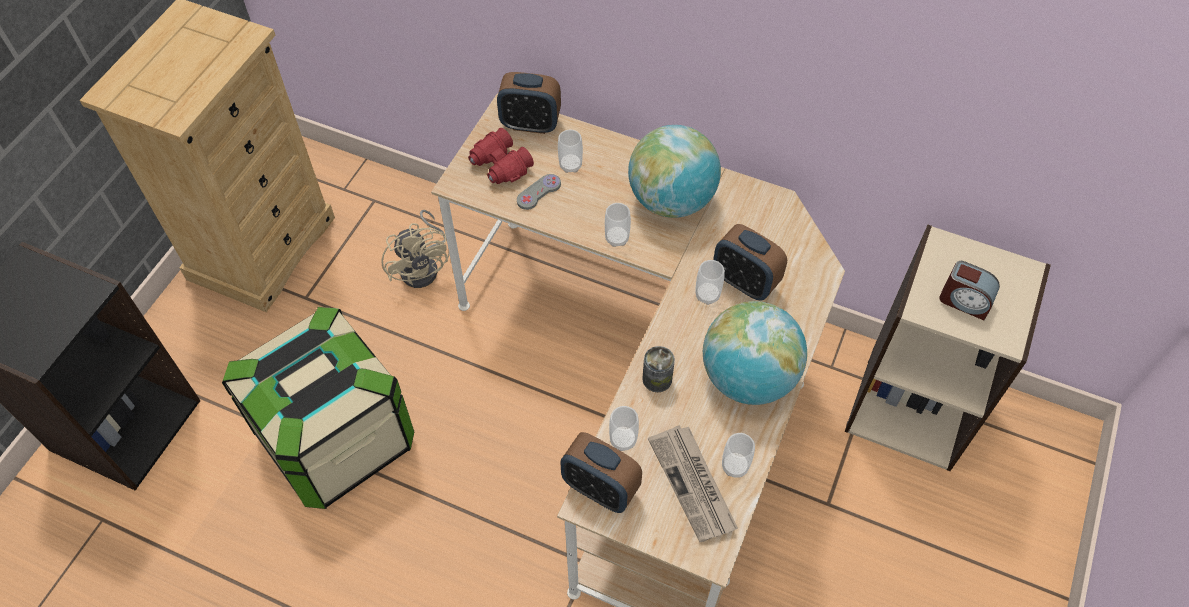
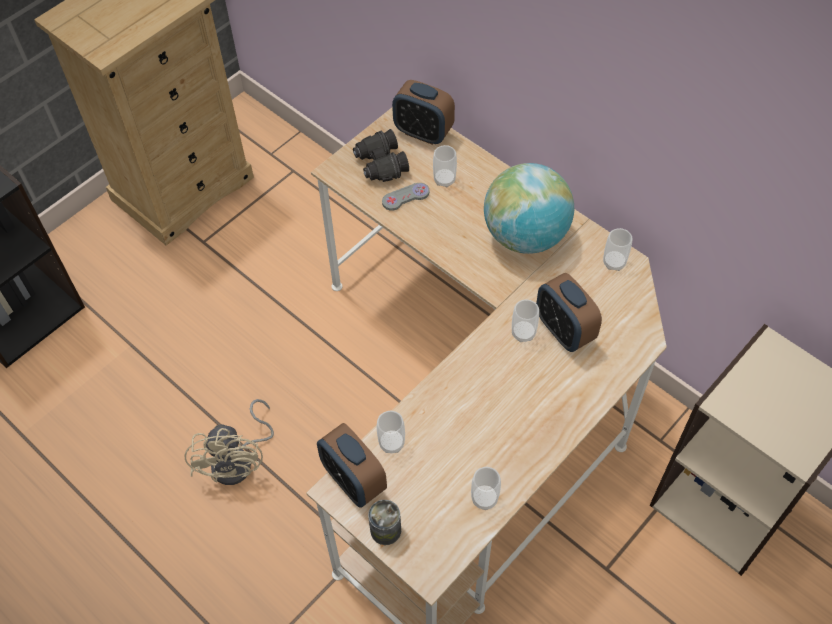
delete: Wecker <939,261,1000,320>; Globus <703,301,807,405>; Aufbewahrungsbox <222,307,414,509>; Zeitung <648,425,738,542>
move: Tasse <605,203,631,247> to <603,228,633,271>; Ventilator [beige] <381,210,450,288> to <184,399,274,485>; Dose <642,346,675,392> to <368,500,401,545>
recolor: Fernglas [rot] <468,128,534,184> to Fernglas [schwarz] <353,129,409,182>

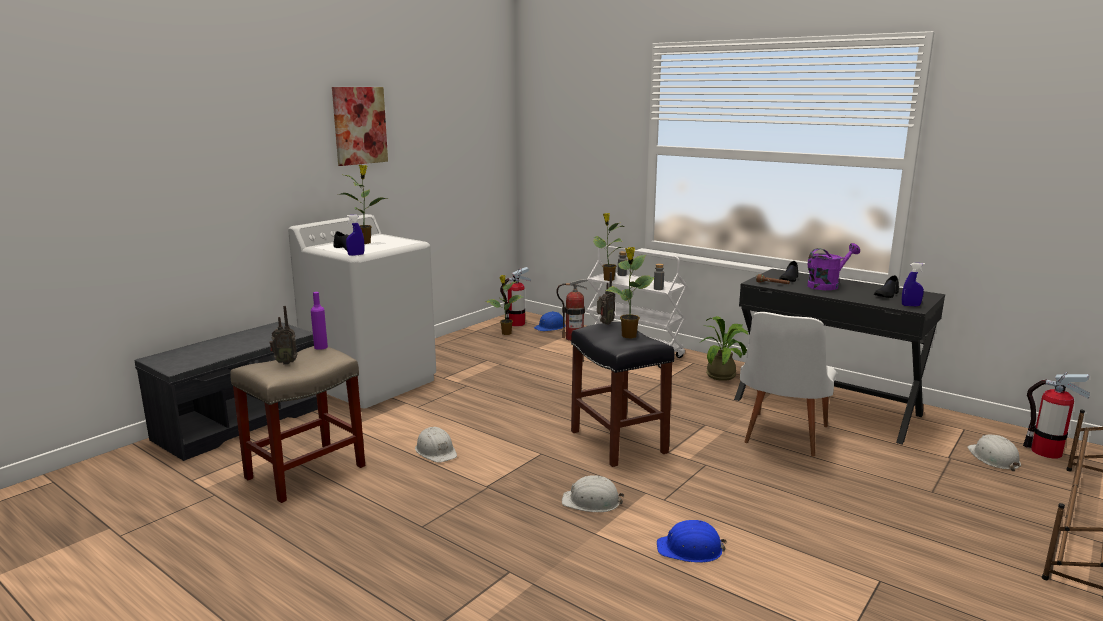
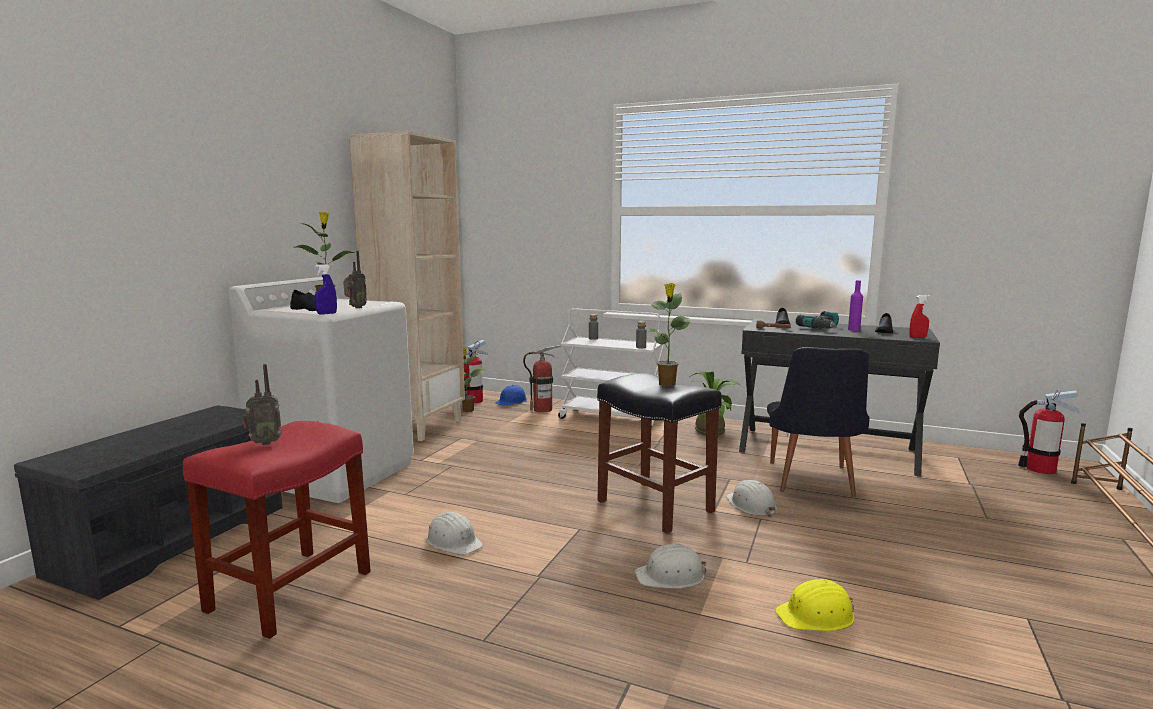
delete: Bild <332,87,388,166>; Topfpflanze <593,213,624,281>
insert: Bücherregal [beige] <349,131,465,441>
move: Radio <597,272,615,325> to <343,251,367,309>; Flasche [lila] <311,292,328,350> to <848,280,863,331>; Schutzhelm [weiß] <967,435,1021,471> to <726,480,777,517>
replace: Gießkanne [lila] <807,243,860,290> to Bohrmaschine <796,311,839,329>
recolor: Sprühflasche [blau] <902,263,925,306> to Sprühflasche [rot] <909,295,930,338>; Stuhl [weiß] <740,312,837,457> to Stuhl [schwarz] <767,347,869,498>; Hocker [beige] <230,346,365,503> to Hocker [rot] <183,421,371,639>; Schutzhelm [blau] <657,520,726,563> to Schutzhelm [gelb] <775,579,854,631>

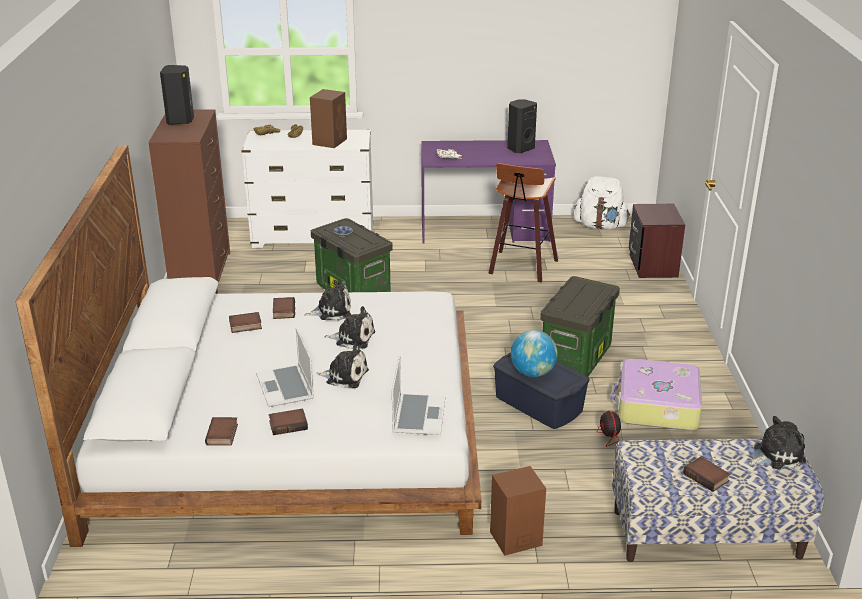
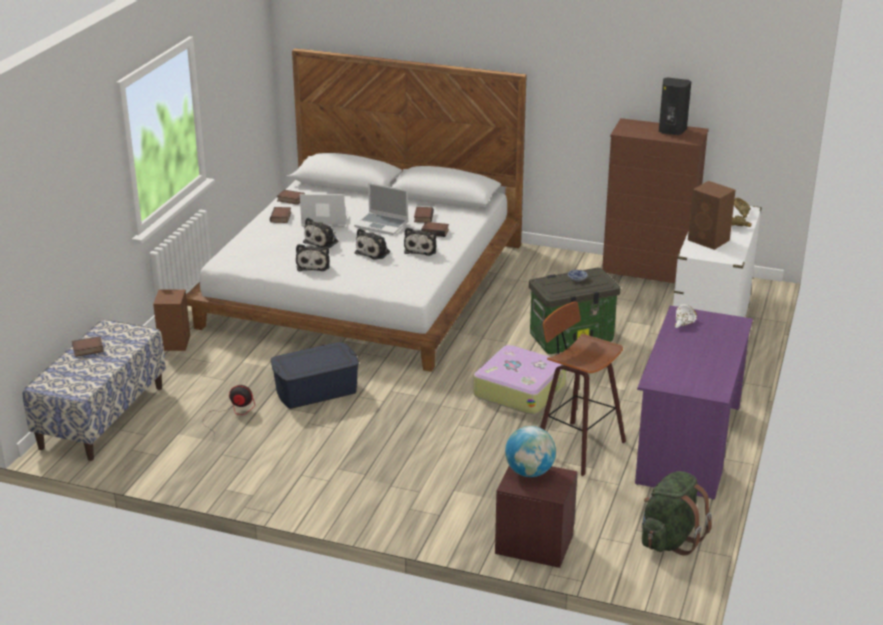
delete: Lautsprecher [schwarz] <507,99,537,153>; Aufbewahrungsbox <540,276,620,377>
move: Globus <511,330,558,377> to <505,426,556,477>; Laptop <392,355,445,435> to <354,183,408,235>; Koffer <610,359,702,431> to <474,345,566,415>; Plüschtier <749,416,806,469> to <296,244,330,271>
recolor: Rucksack [weiß] <574,176,630,229> to Rucksack [grün] <642,471,712,556>

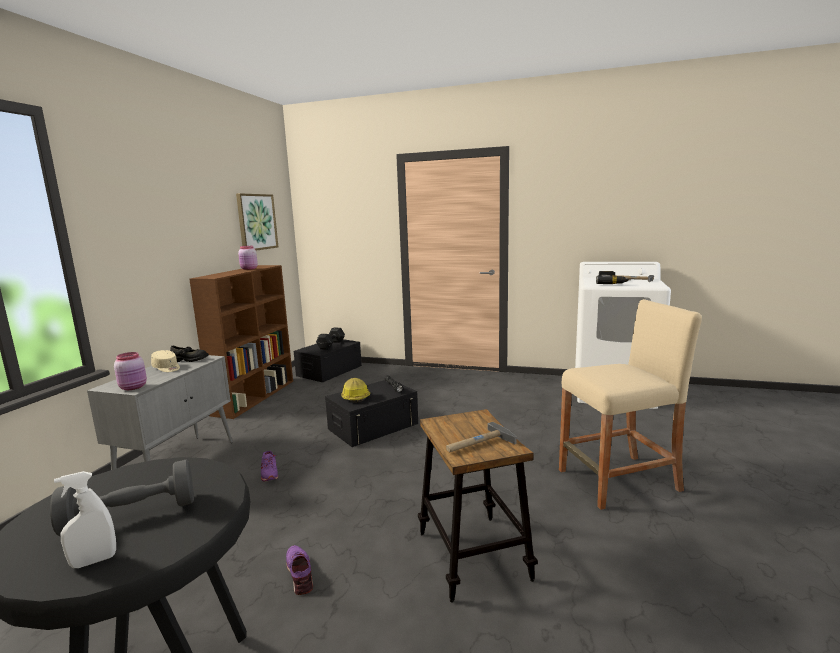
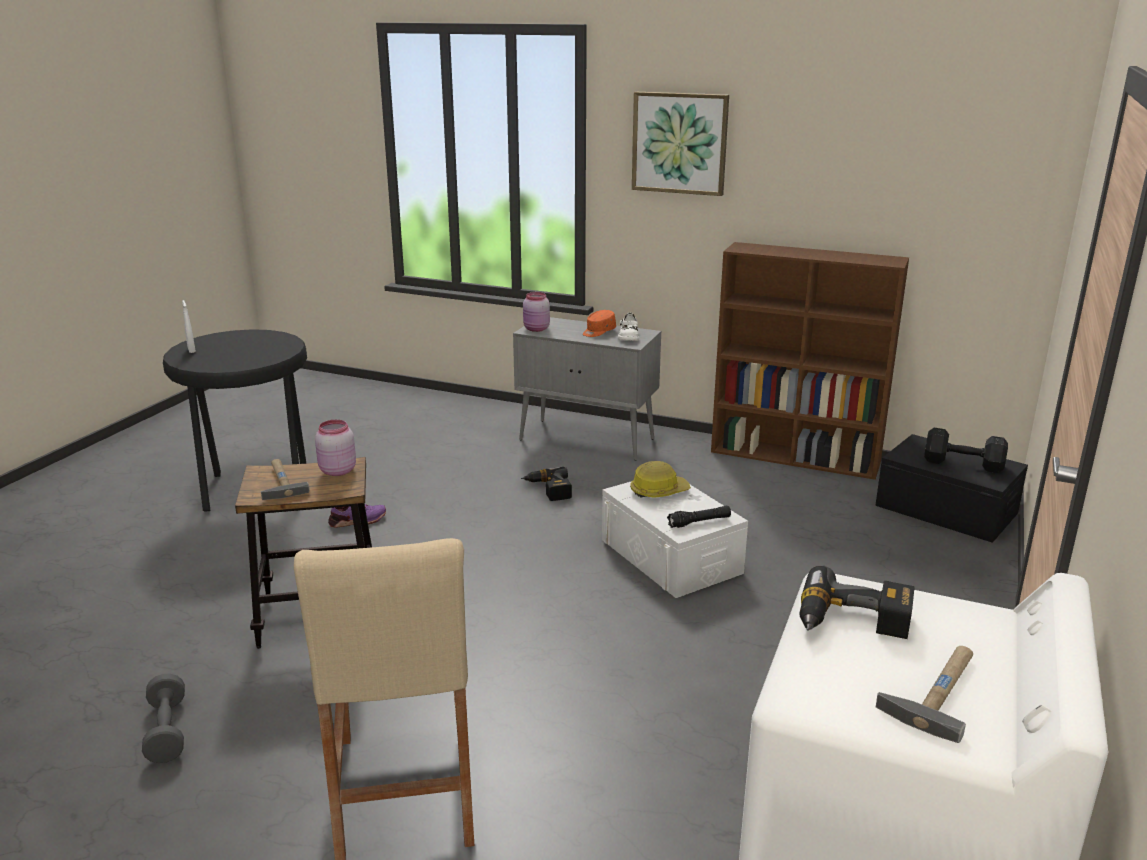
move: Bild <236,193,278,251> to <632,92,729,196>; Vorratsglas [rosa] <238,246,258,270> to <315,420,356,476>; Hantel [grau] <50,460,194,536> to <142,674,185,763>
replace: Schuh [lila] <261,451,278,482> to Bohrmaschine <521,467,572,501>
recolor: Schuh [schwarz] <170,346,209,362> to Schuh [weiß] <618,312,639,341>; Kappe [beige] <151,350,180,372> to Kappe [orange] <583,310,616,337>; Aufbewahrungsbox [schwarz] <325,380,418,447> to Aufbewahrungsbox [weiß] <602,481,748,598>

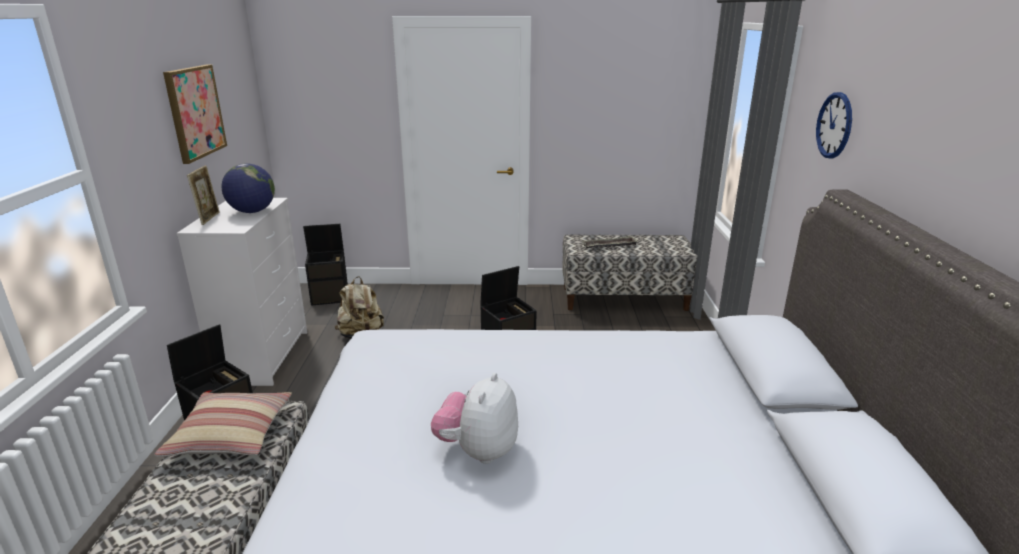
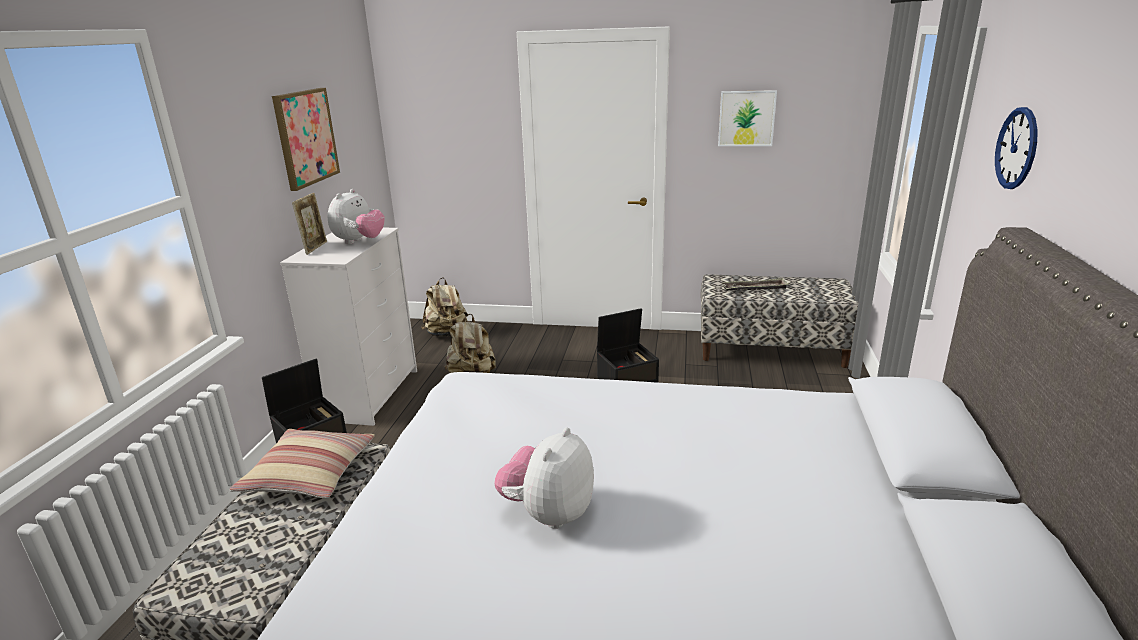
insert: Bild <718,90,777,146>
replace: Globus <222,163,275,213> to Plüschtier <327,189,385,244>; Aufbewahrungsbox [schwarz] <303,224,348,306> to Rucksack [beige] <421,277,468,337>

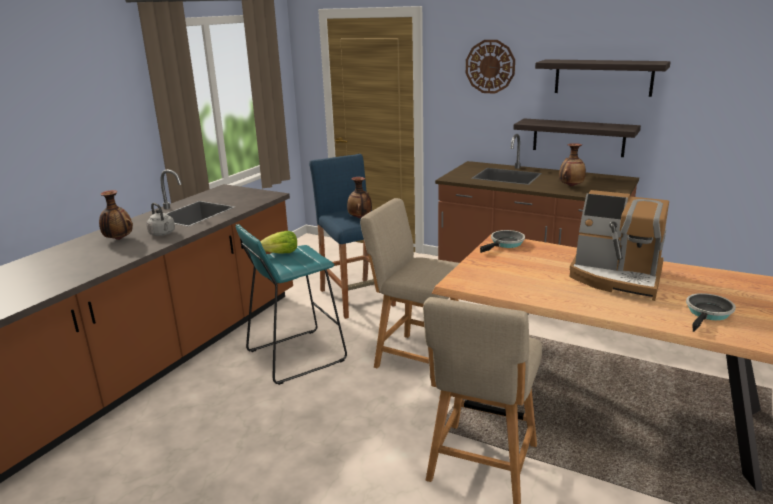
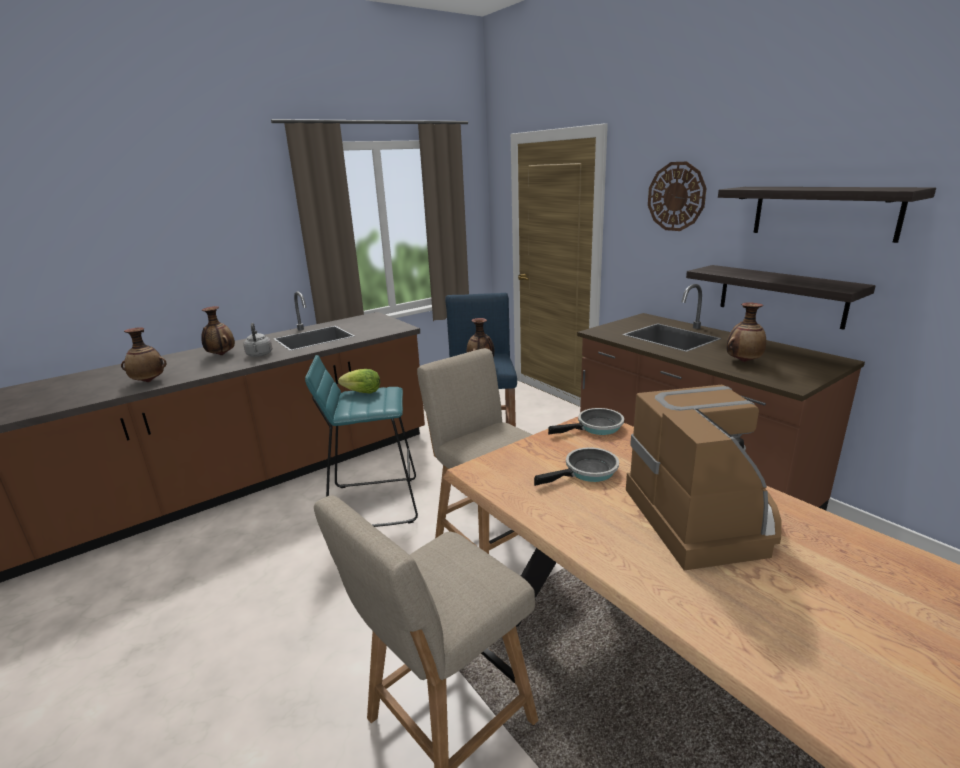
insert: Vase <121,327,166,382>
move: Pfanne <686,293,736,332> to <534,447,619,486>
rotate: Kaffeemaschine <570,190,669,301> = <626,385,782,570> 150 degrees counterclockwise

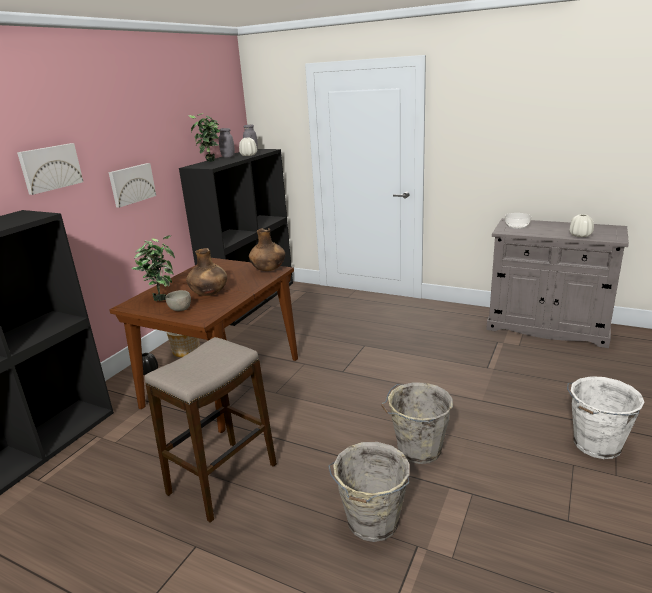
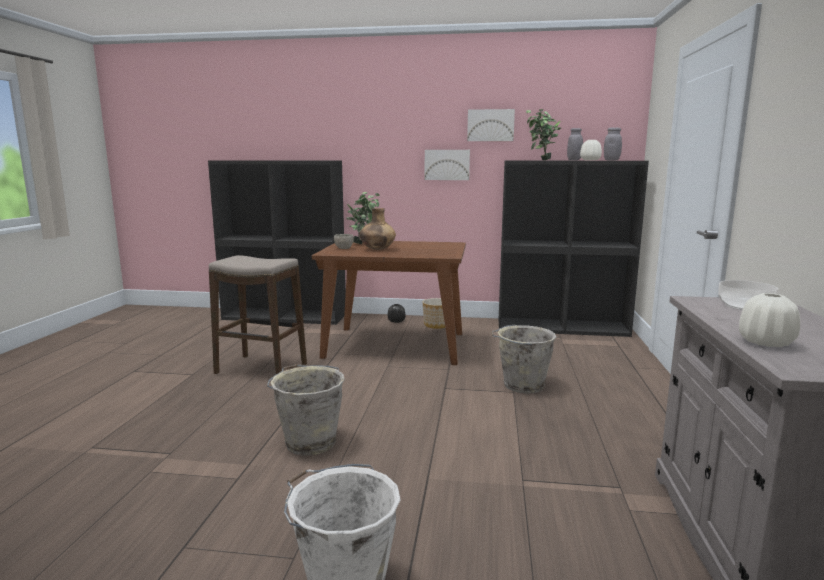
delete: Vase [braun] <249,228,285,271>
move: Bild <17,143,83,195> to <467,109,515,141>; Eimer [grau] <328,442,410,542> to <491,325,556,394>

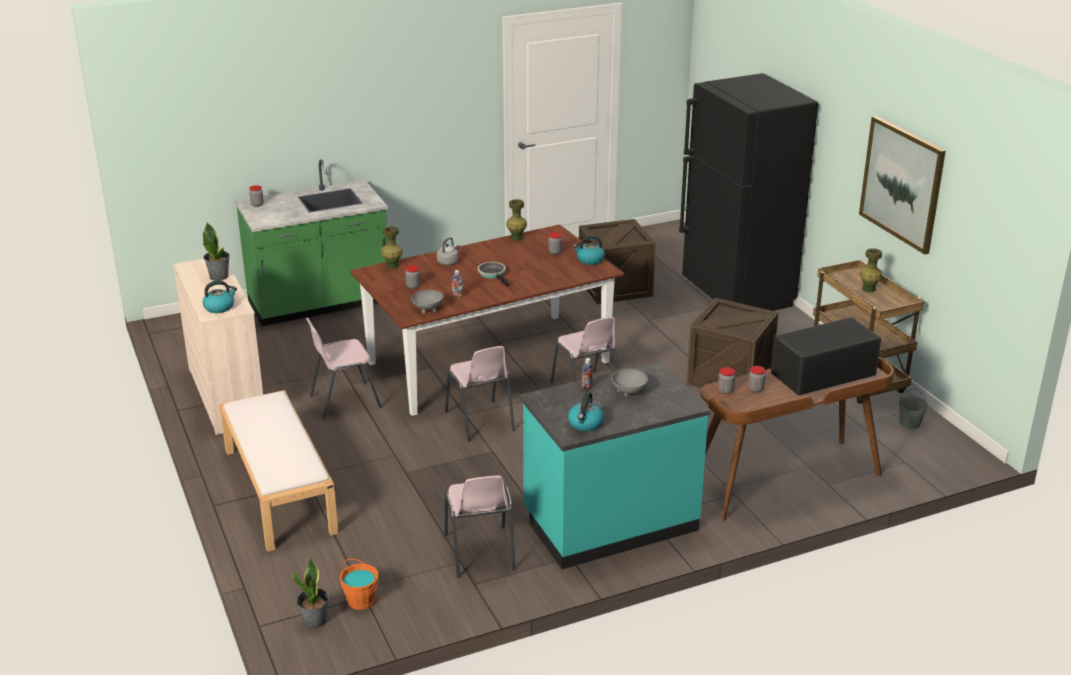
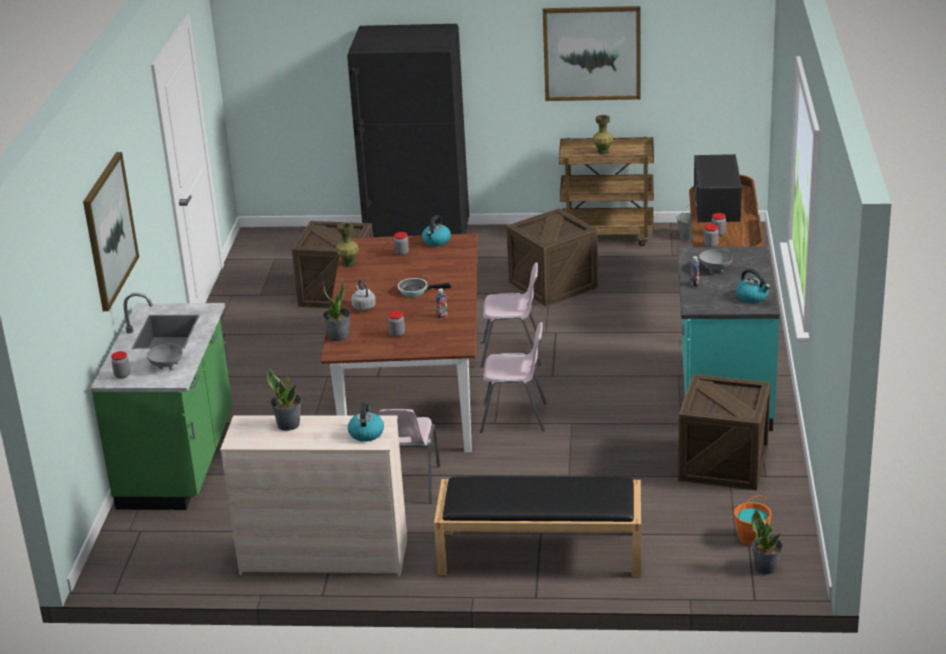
insert: Bild <83,152,139,311>
move: Schüssel [grau] <411,290,444,313> to <147,344,183,370>
replace: Vase [grün] <381,226,403,269> to Topfpflanze <323,278,351,341>; Stuhl [rosa] <445,475,516,578> to Kiste <678,374,771,491>
recolor: Bank [weiß] <219,390,338,552> to Bank [schwarz] <434,476,641,577>

